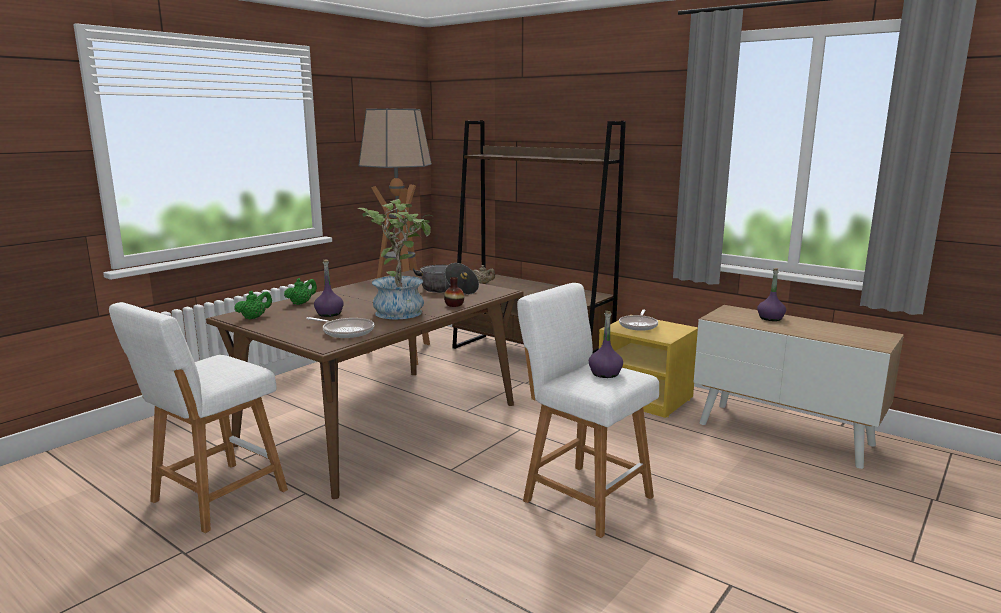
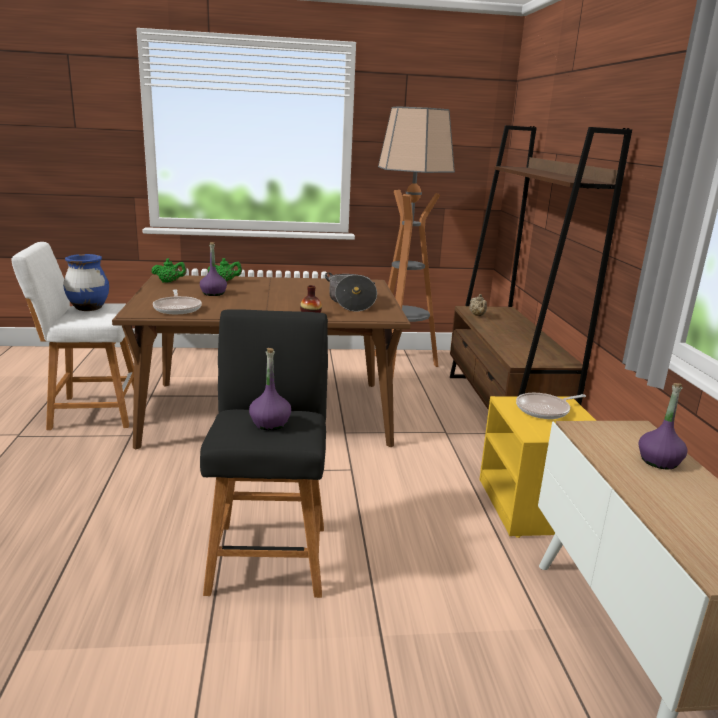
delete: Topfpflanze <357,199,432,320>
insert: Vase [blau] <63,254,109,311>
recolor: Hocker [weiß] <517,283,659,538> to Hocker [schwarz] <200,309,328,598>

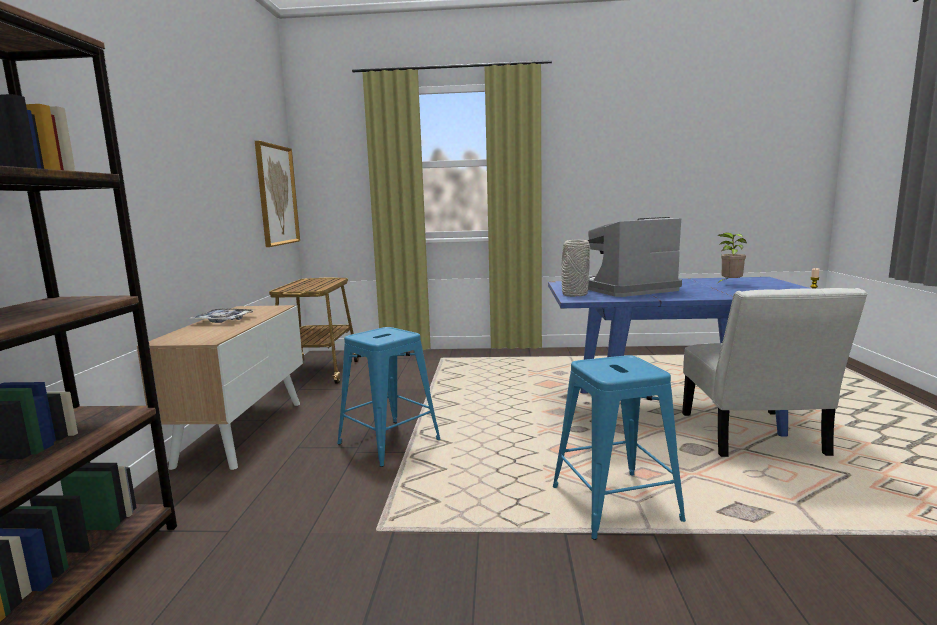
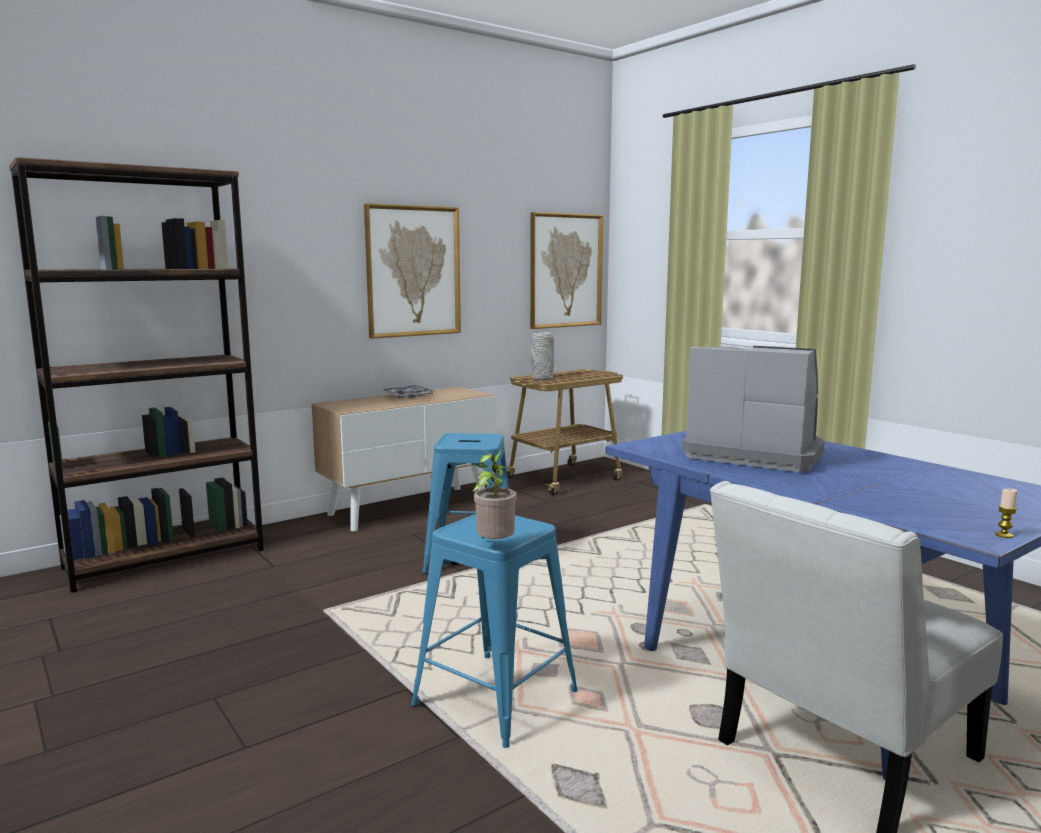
insert: Bild <364,203,461,339>
move: Topfpflanze <718,233,747,283> to <472,448,517,539>; Vase [grau] <562,240,590,297> to <531,332,554,380>

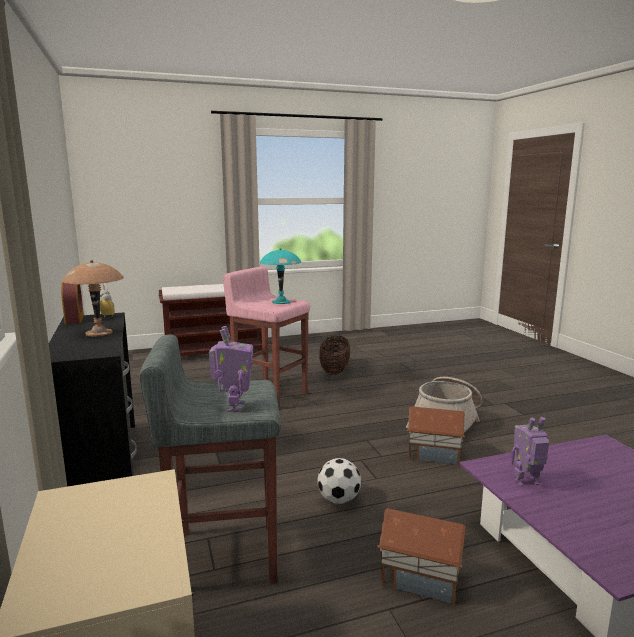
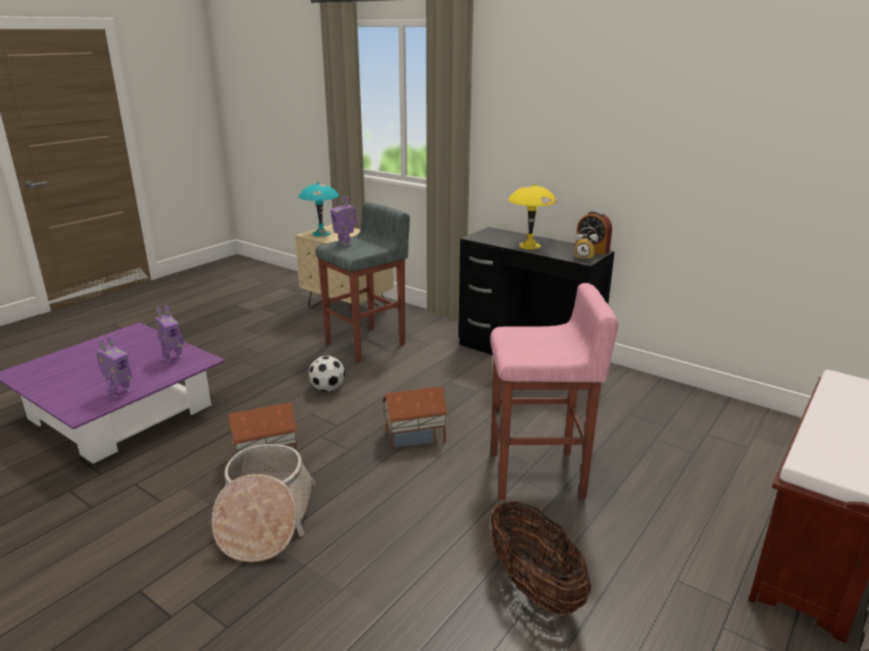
insert: Spielzeugroboter <96,336,132,399>
move: Tischlampe [türkis] <260,248,301,304> to <299,182,339,237>; Spielzeughaus <377,508,467,606> to <382,386,449,448>
recolor: Tischlampe [braun] <62,260,124,336> to Tischlampe [gelb] <508,184,557,250>

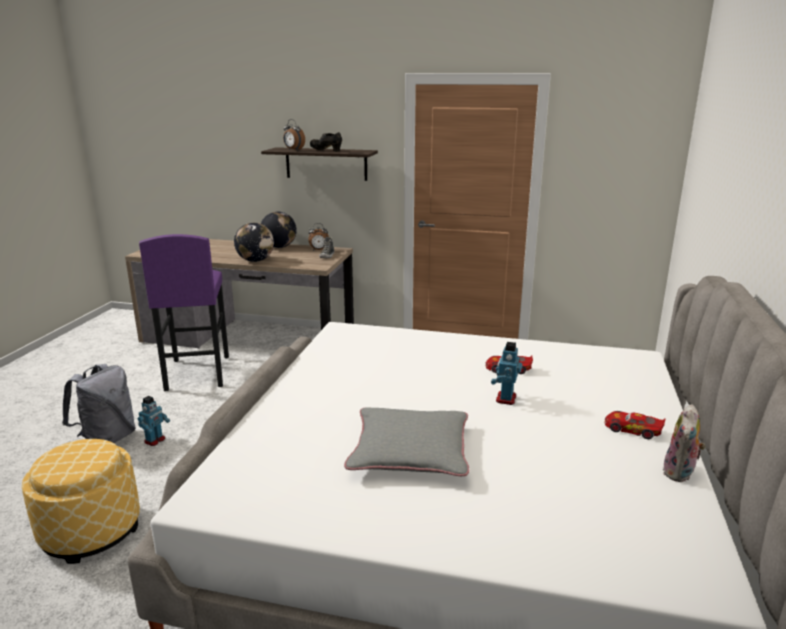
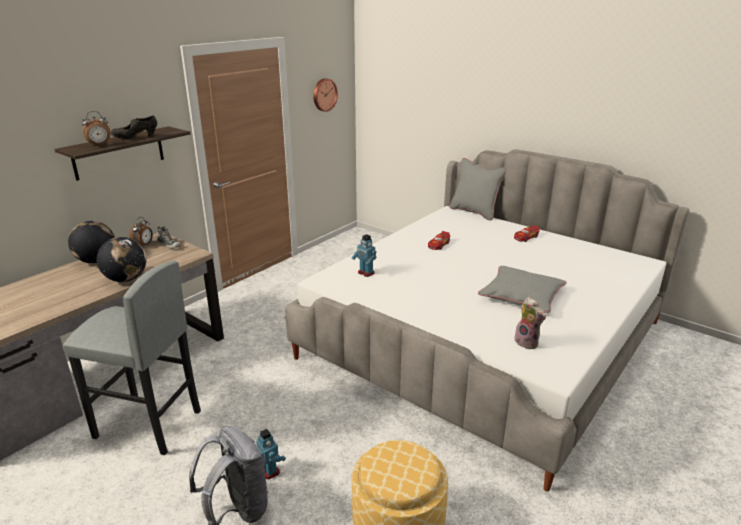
insert: Wanduhr <313,78,338,112>; Kissen [grau] <449,158,506,221>
move: Spielzeugroboter <491,342,522,405> to <352,234,376,277>; Plüschtier <663,404,706,482> to <513,297,546,349>
recolor: Hocker [lila] <139,234,229,391> to Hocker [grau] <63,261,201,455>

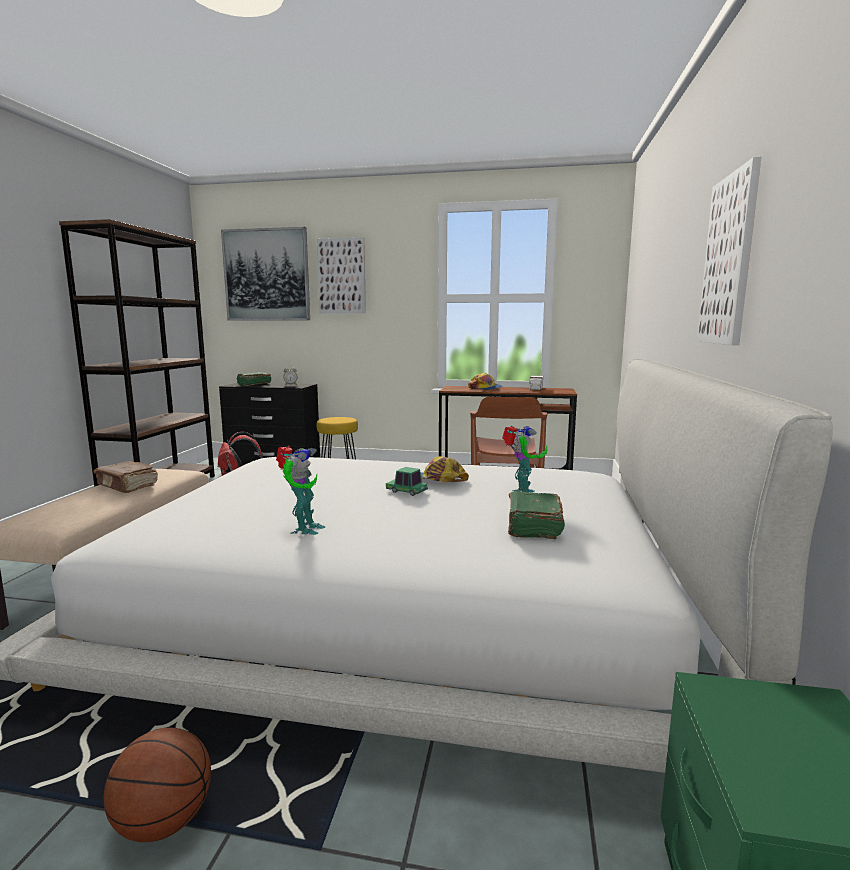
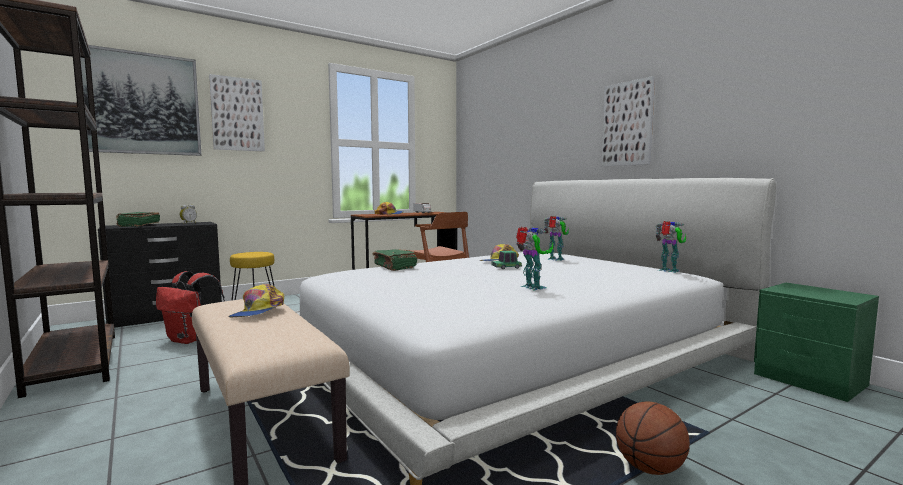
insert: Spielzeugroboter <656,221,686,273>
move: Buch [grün] <508,491,565,539> to <373,249,417,271>
replace: Buch [braun] <93,461,158,493> to Kappe <228,284,284,318>

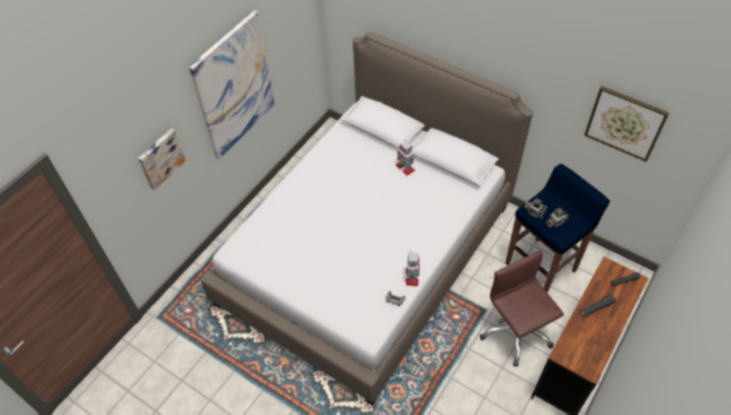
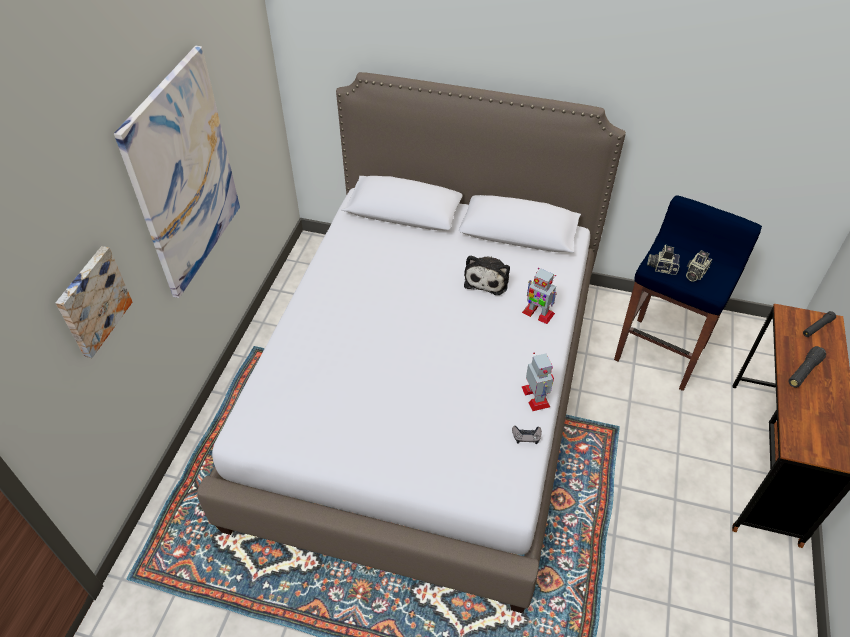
delete: Bild <584,86,669,162>; Bürostuhl [braun] <480,250,564,366>
insert: Plüschtier <464,255,510,295>
move: Spielzeugroboter <396,141,415,176> to <522,268,557,324>

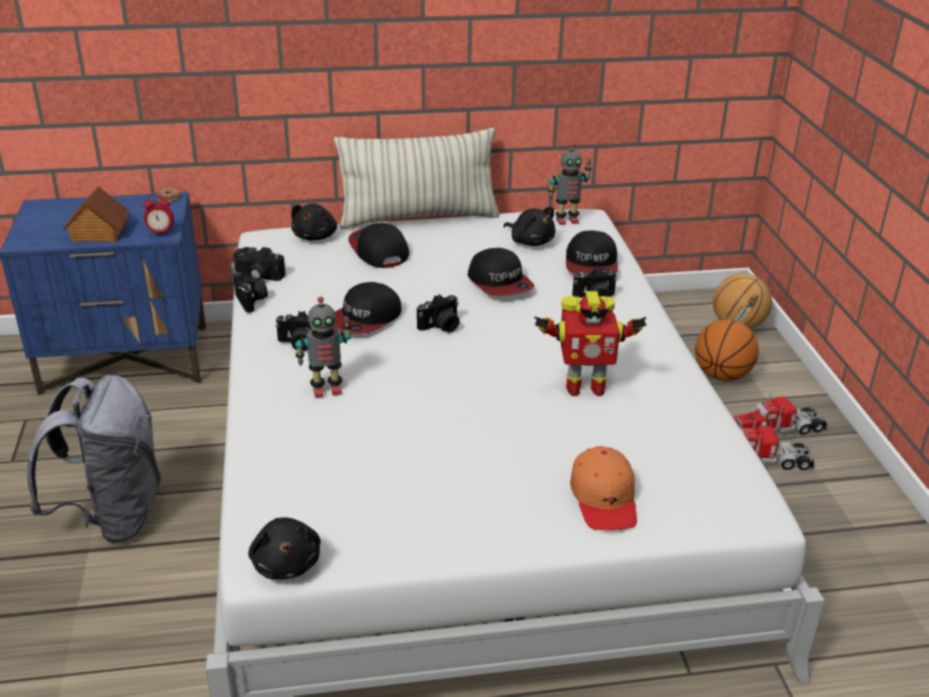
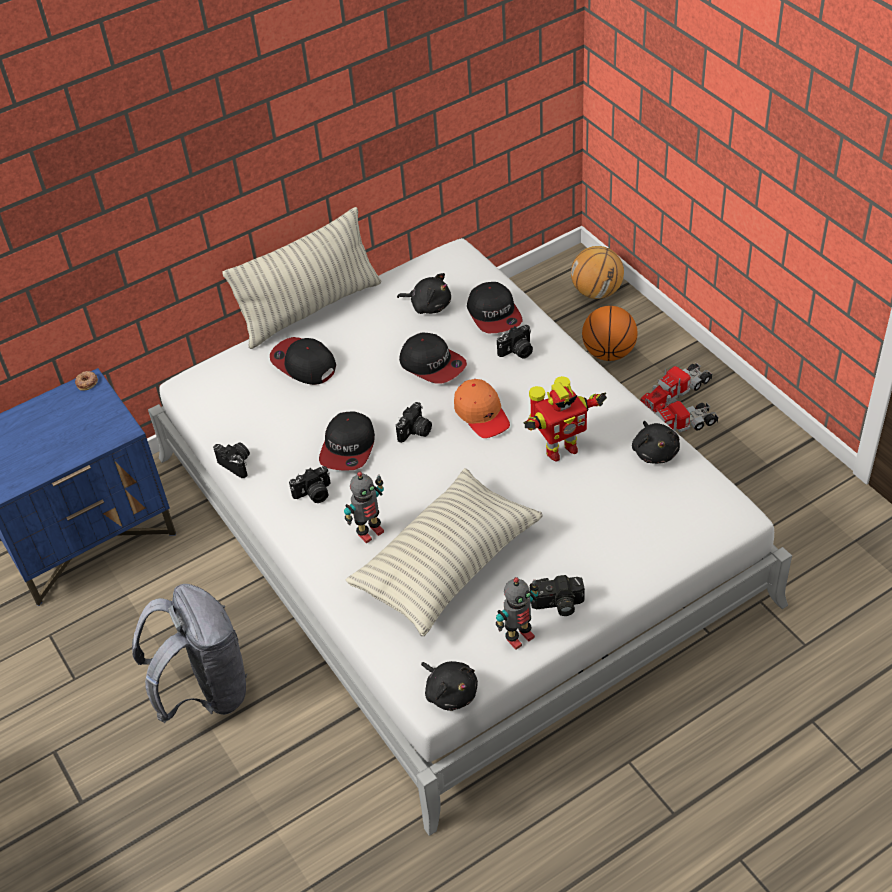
delete: Spielzeughaus <63,186,130,243>; Wecker <143,193,174,237>
insert: Kissen <346,468,543,636>
move: Spielzeugroboter <548,143,592,225> to <496,577,538,650>; Plüschtier [schwarz] <291,204,337,241> to <632,421,680,464>; Kamera <233,247,285,281> to <530,575,585,616>; Kappe [orange] <570,446,637,530> to <454,379,510,438>

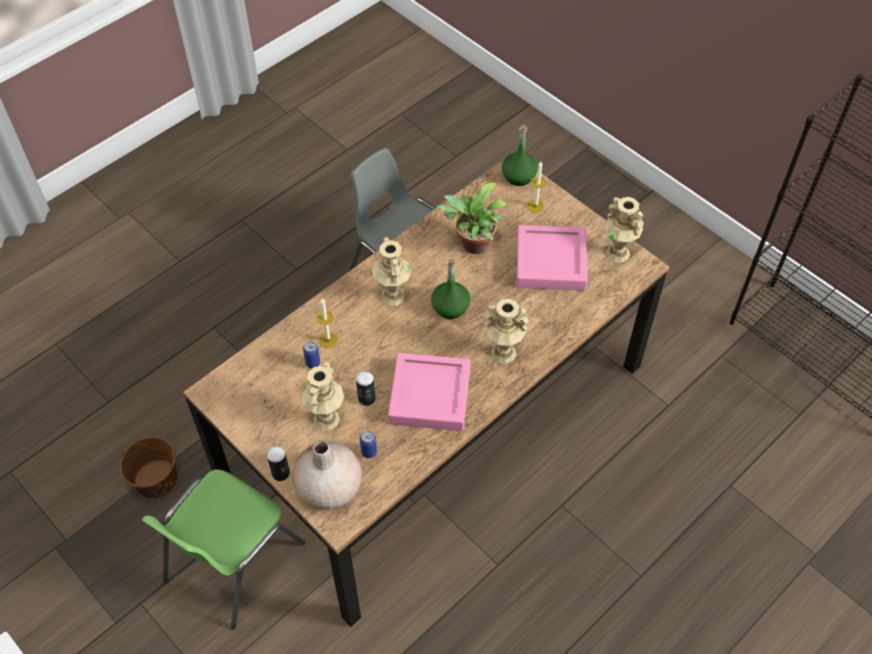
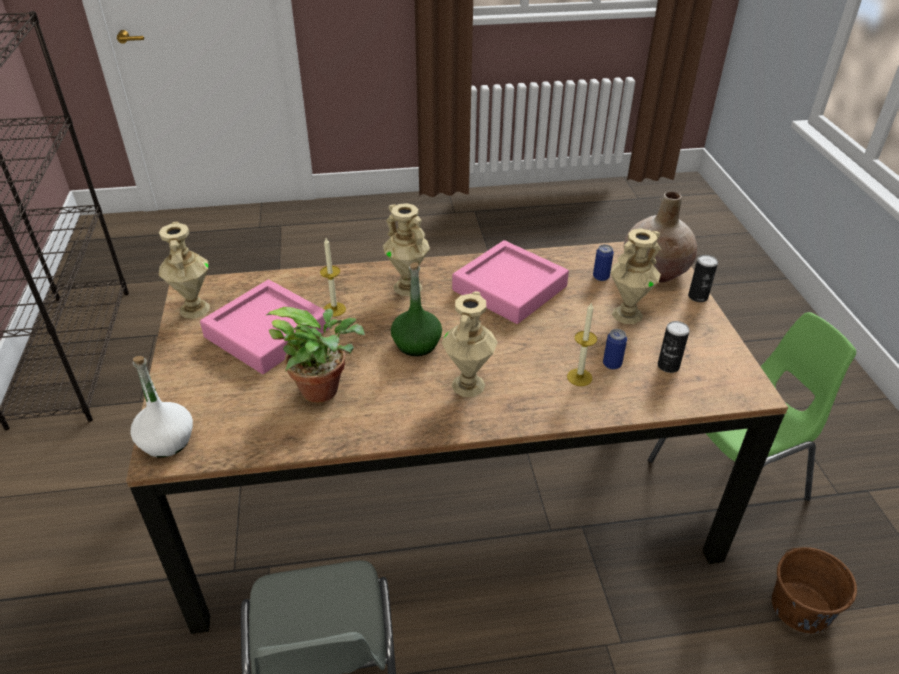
move: Kerze <527,161,546,213> to <320,238,346,317>; Dose <356,371,375,406> to <658,321,690,373>
recolor: Flasche [grün] <502,125,538,186> to Flasche [weiß] <130,356,193,457>

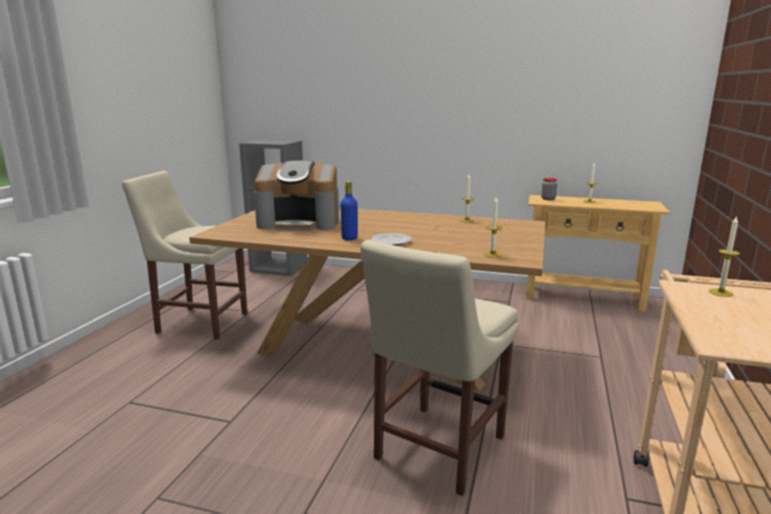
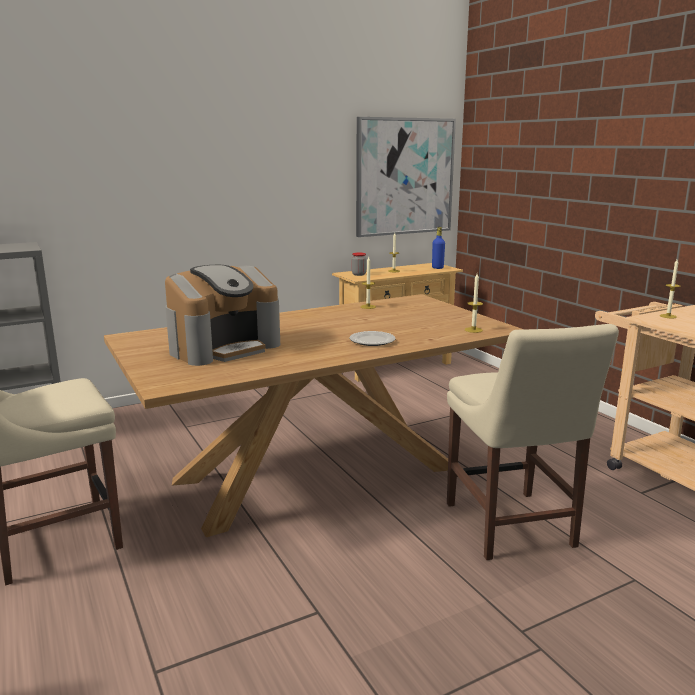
insert: Bild <356,117,456,237>
move: Flasche [blau] <340,181,358,240> to <432,227,445,269>

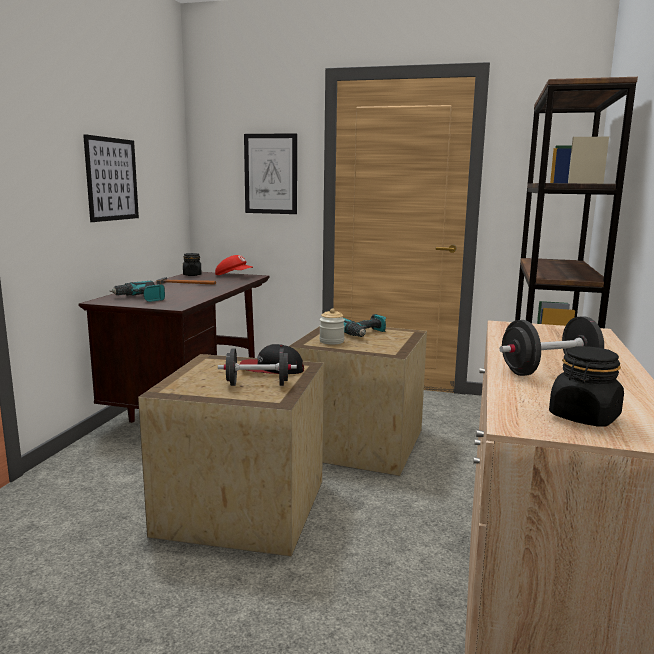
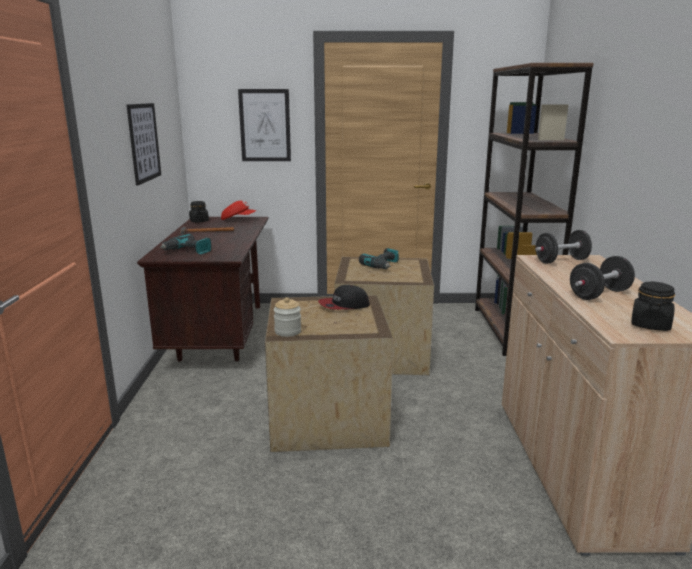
move: Vorratsglas <319,308,345,345> to <274,297,301,337>; Hantel [schwarz] <218,348,297,386> to <535,230,592,264>

